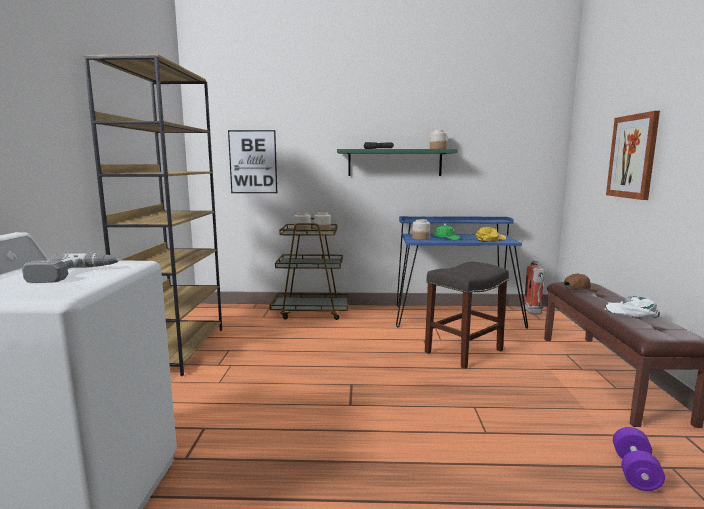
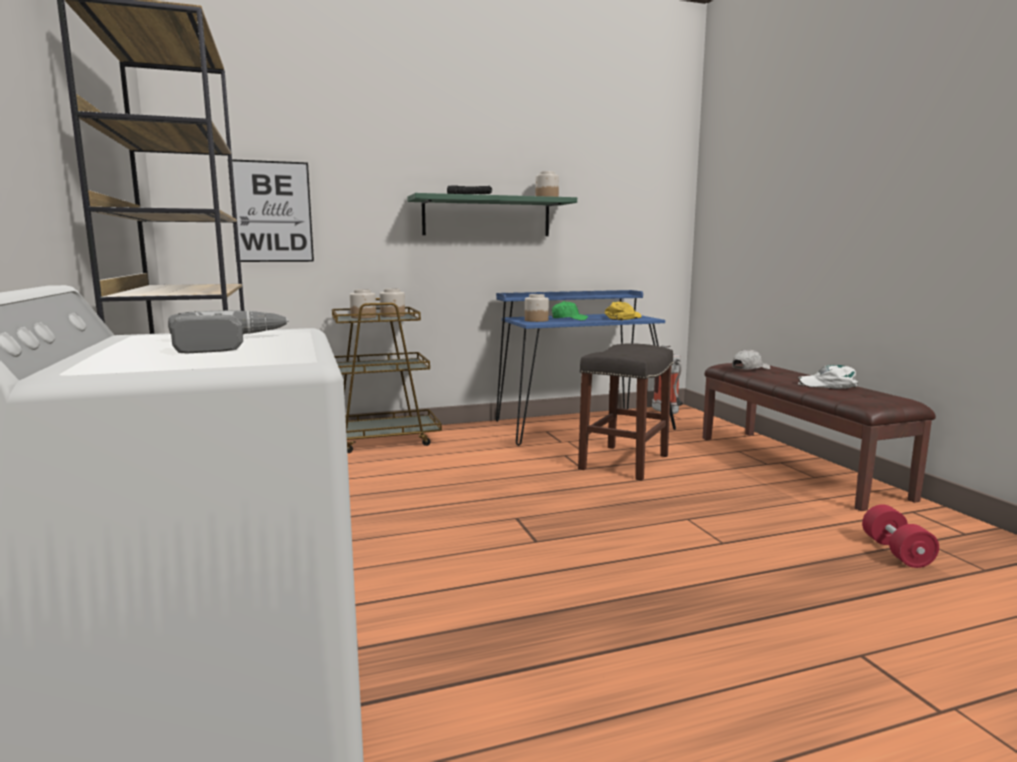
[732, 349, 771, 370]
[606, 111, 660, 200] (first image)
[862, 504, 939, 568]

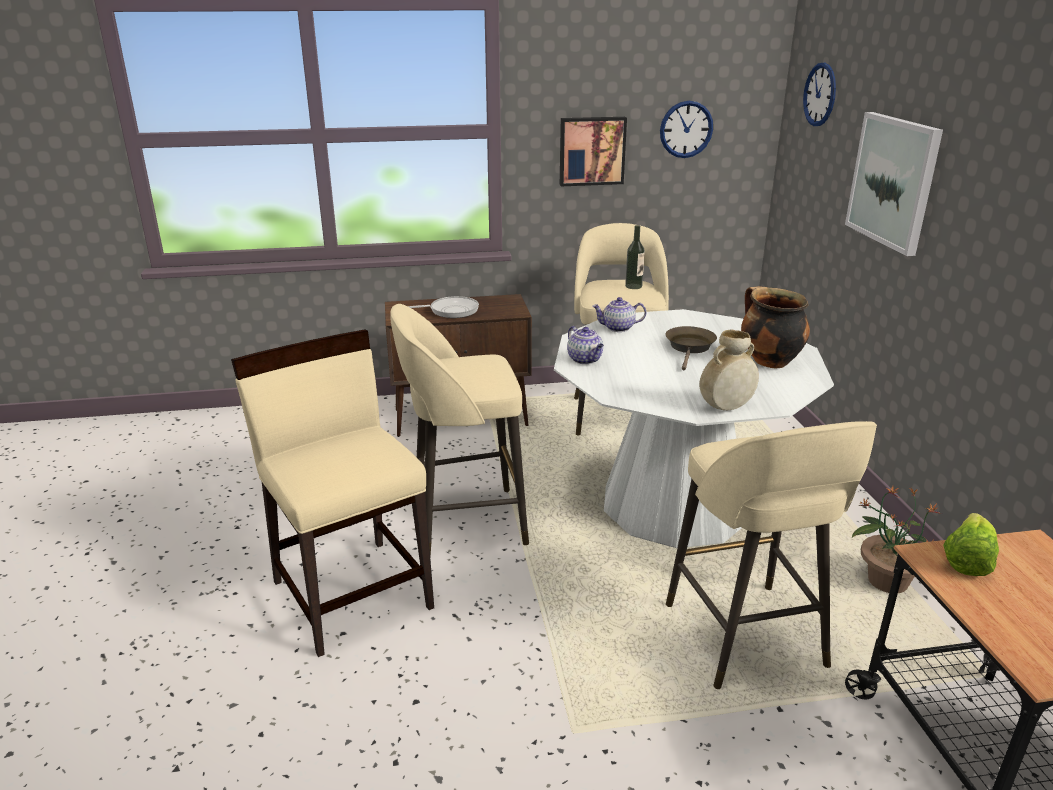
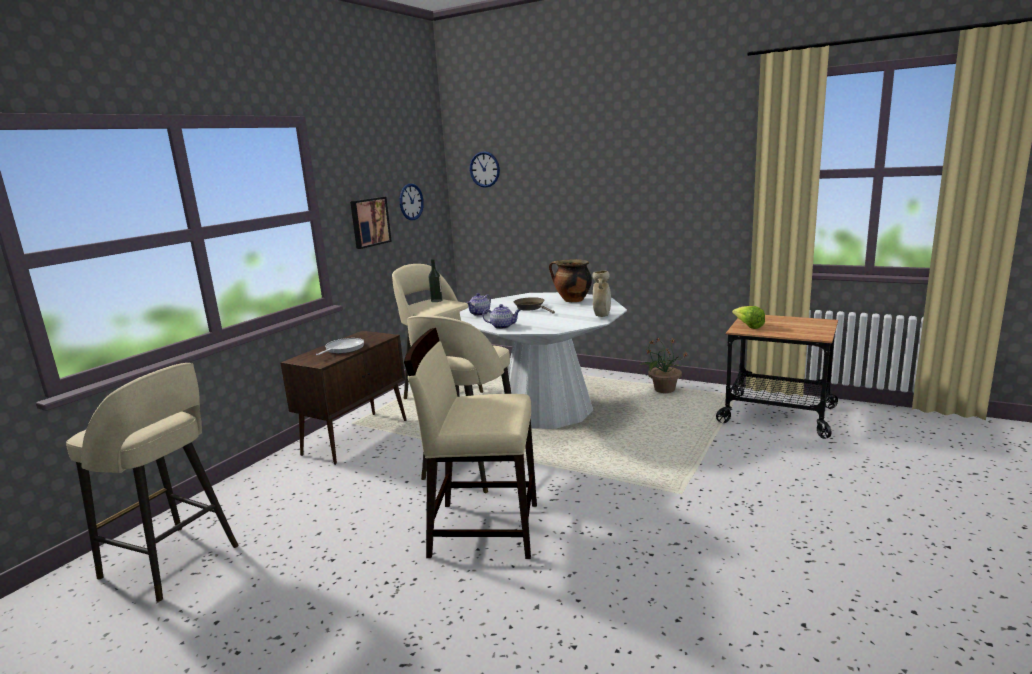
[66, 363, 239, 602]
[845, 112, 943, 256] (first image)

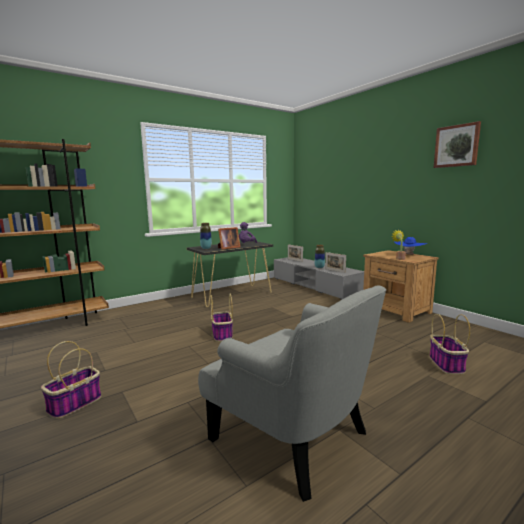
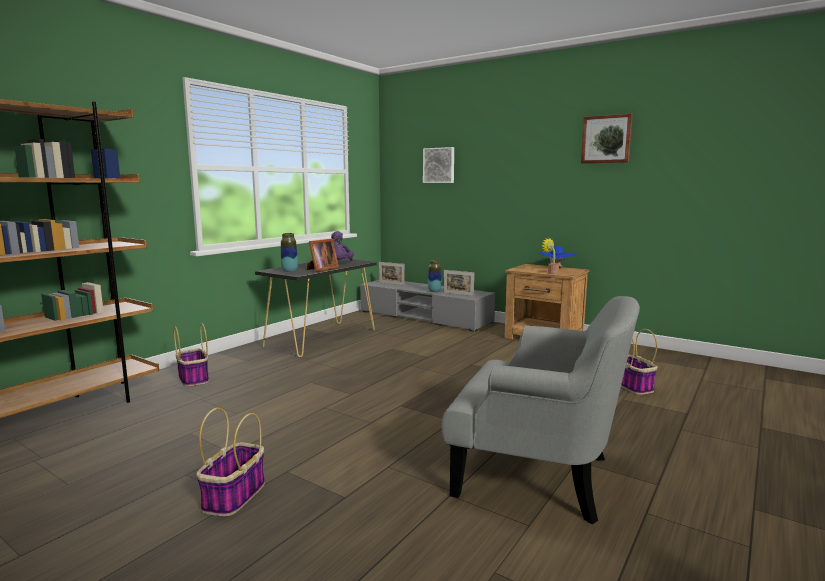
[174, 323, 209, 387]
[423, 147, 454, 183]

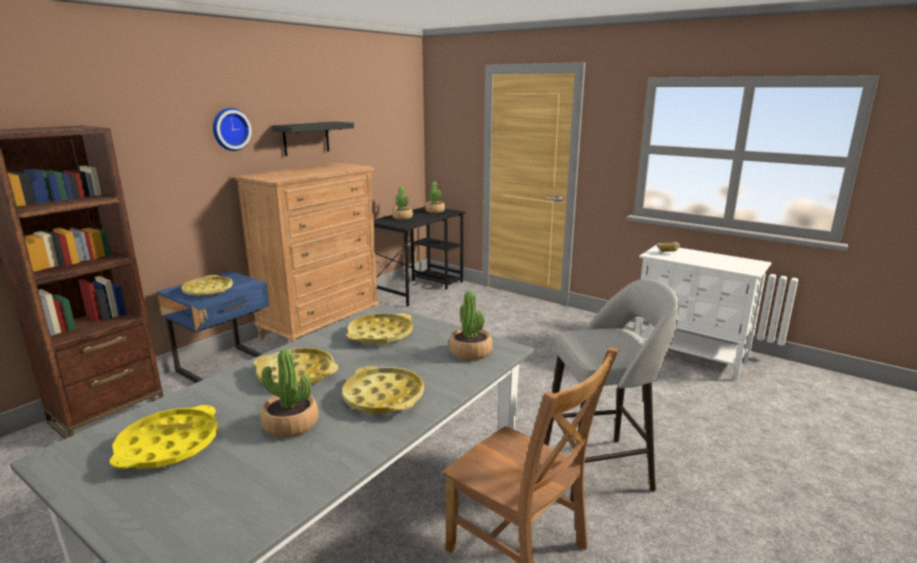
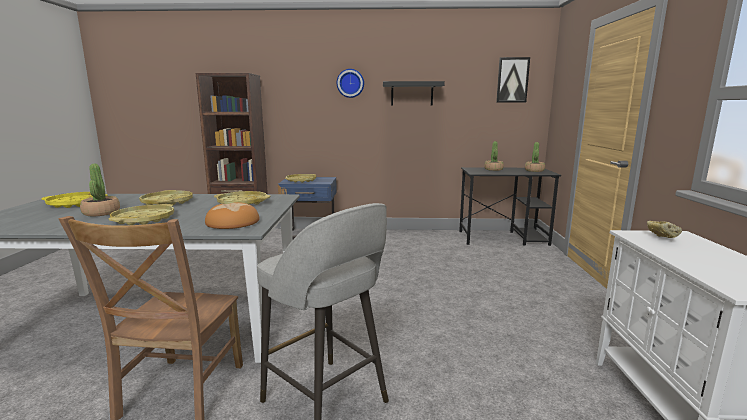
[234, 163, 379, 343] (first image)
[205, 202, 259, 229]
[496, 57, 530, 102]

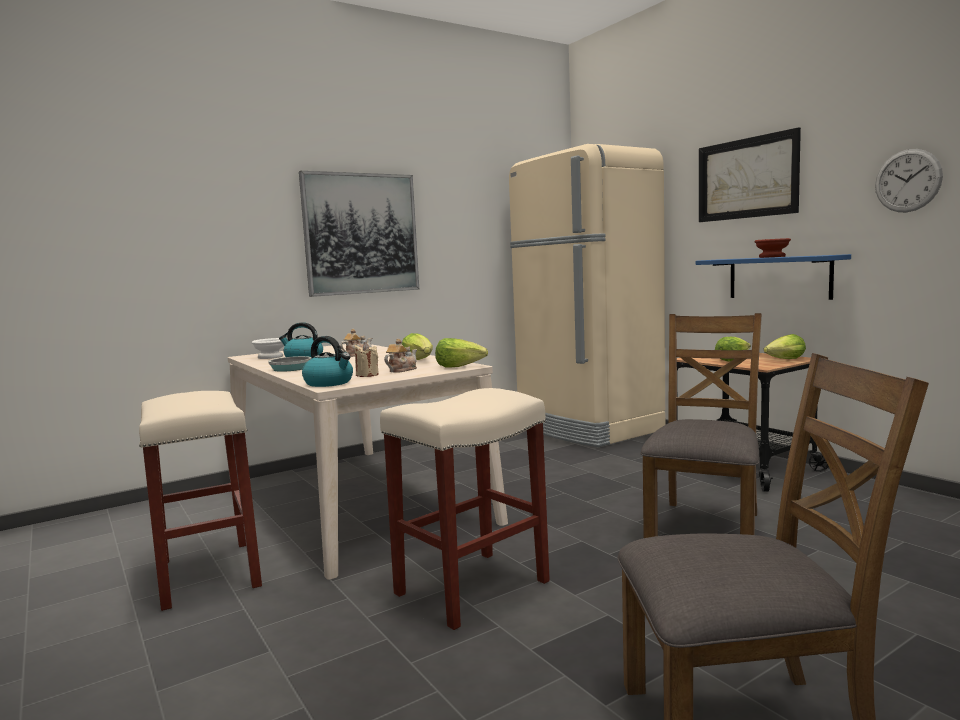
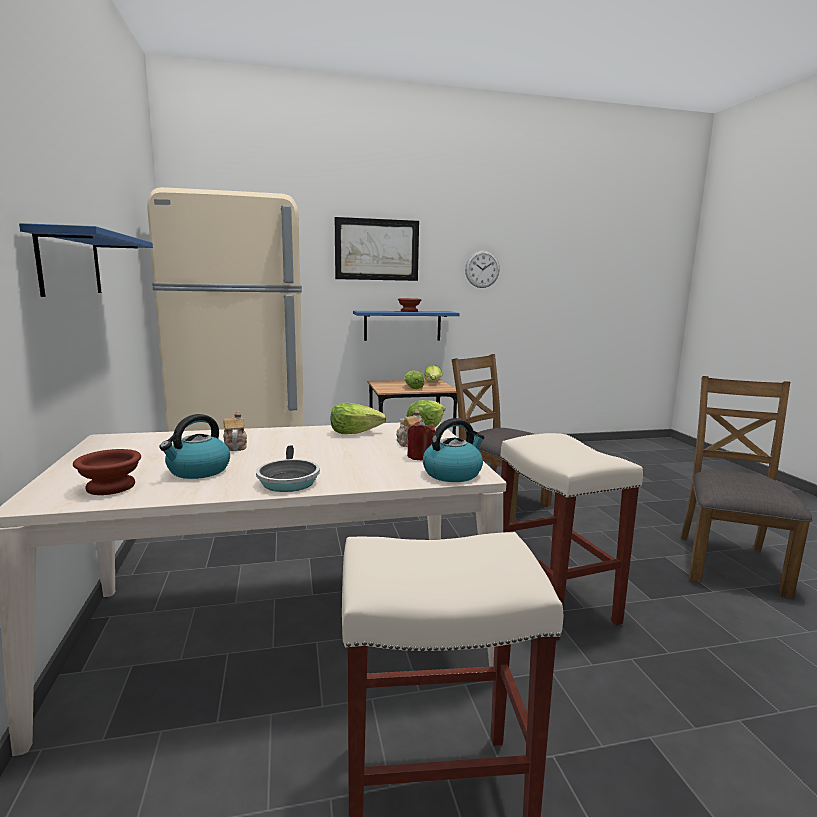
[73, 449, 141, 495]
[19, 223, 153, 297]
[407, 419, 435, 460]

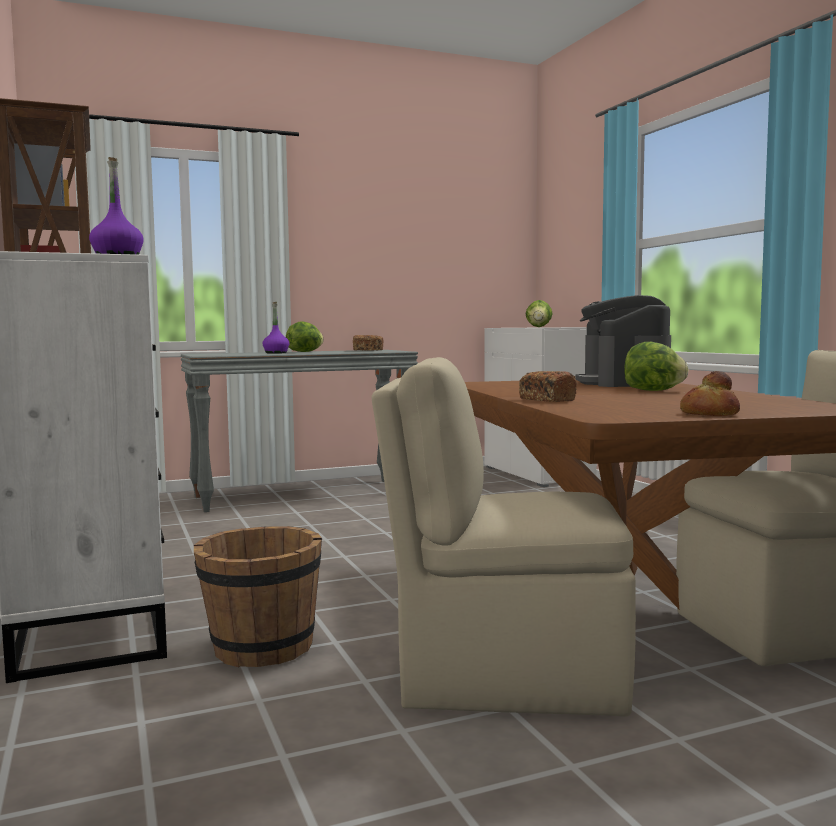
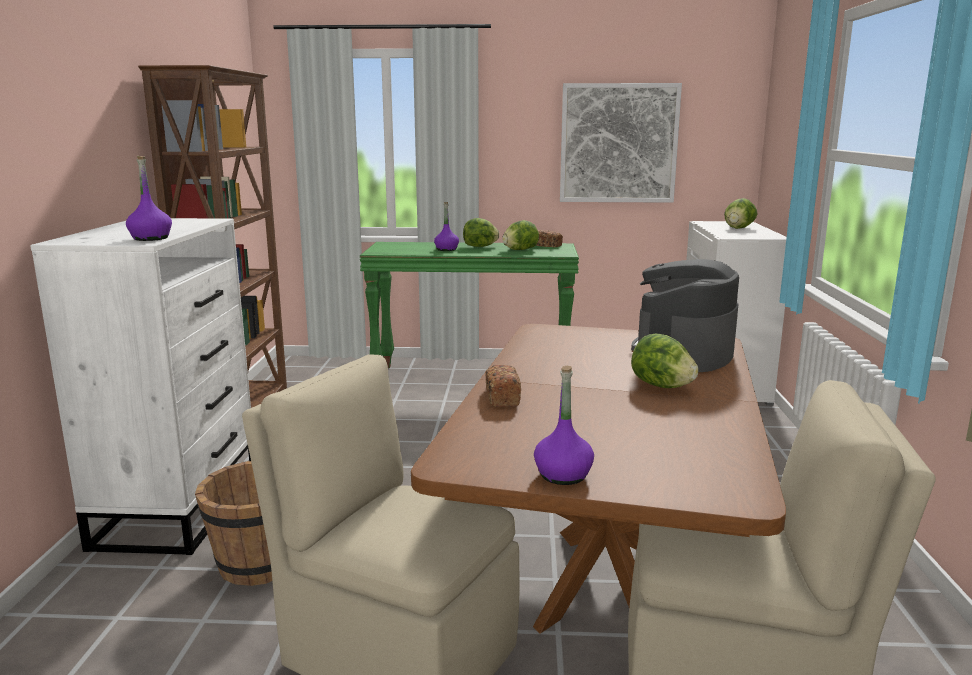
[360, 242, 579, 368]
[534, 366, 594, 485]
[502, 220, 539, 250]
[560, 83, 682, 203]

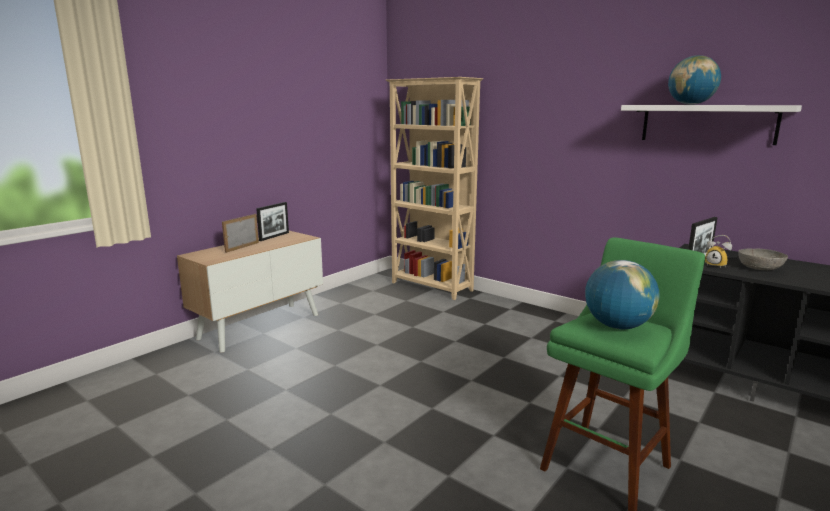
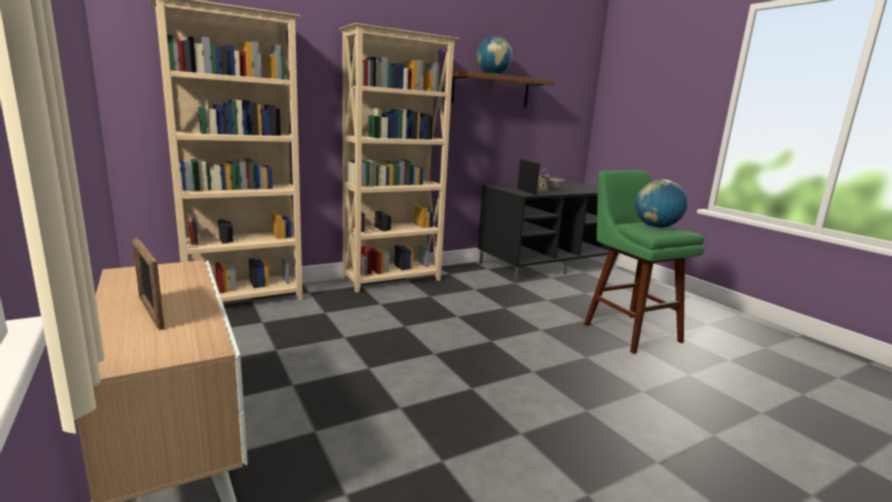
[256, 202, 289, 241] (first image)
[445, 70, 555, 108]
[339, 23, 459, 293]

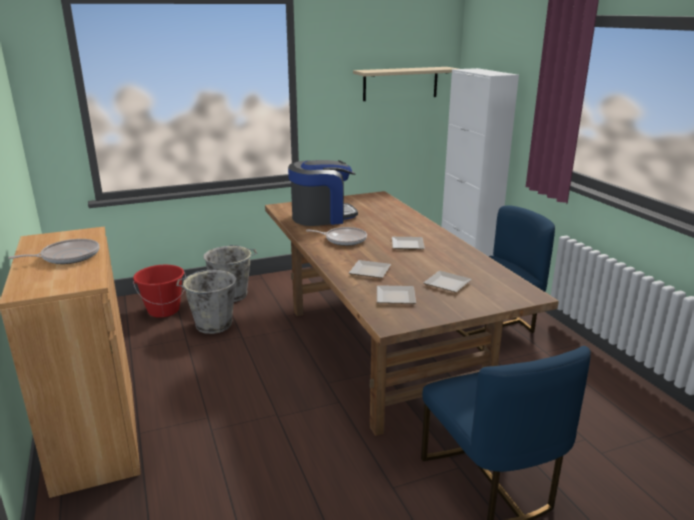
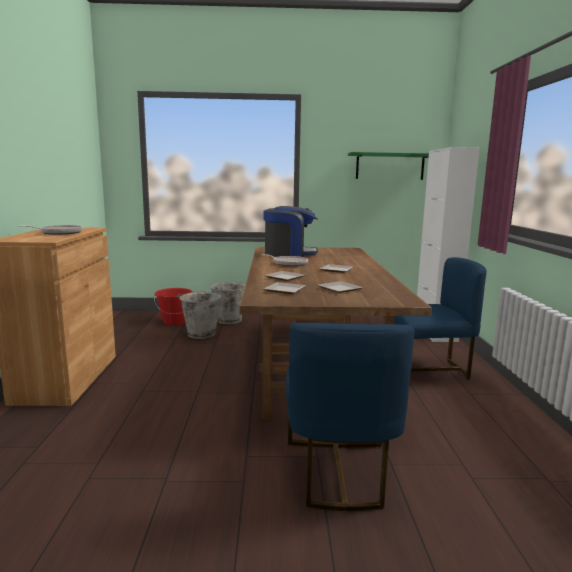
[348, 152, 429, 180]

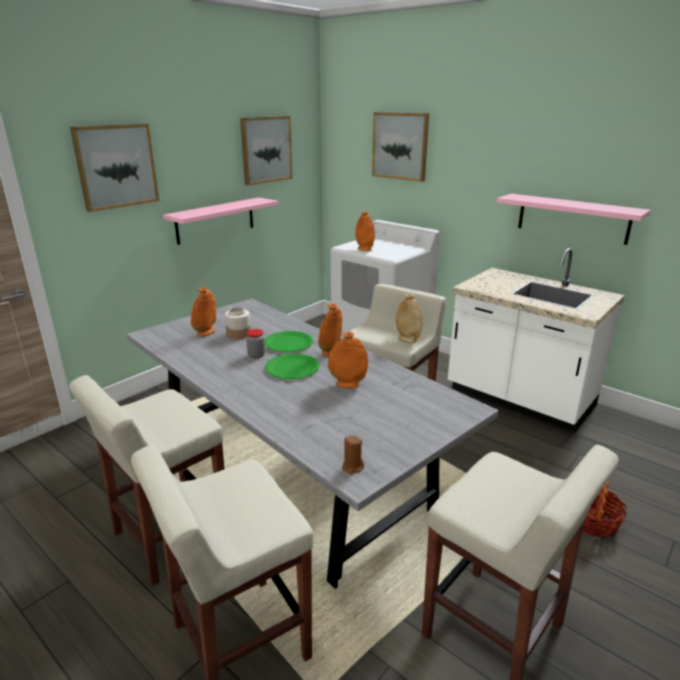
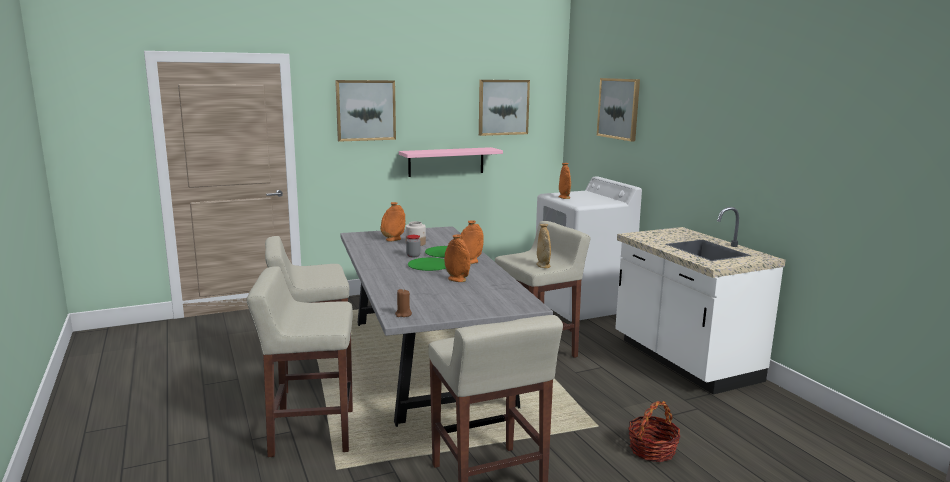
[496, 194, 651, 245] (first image)

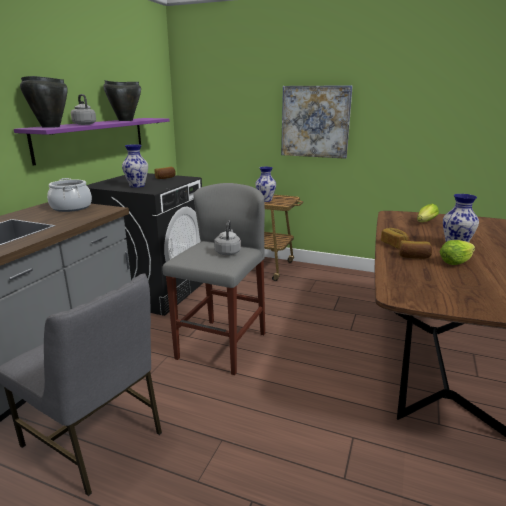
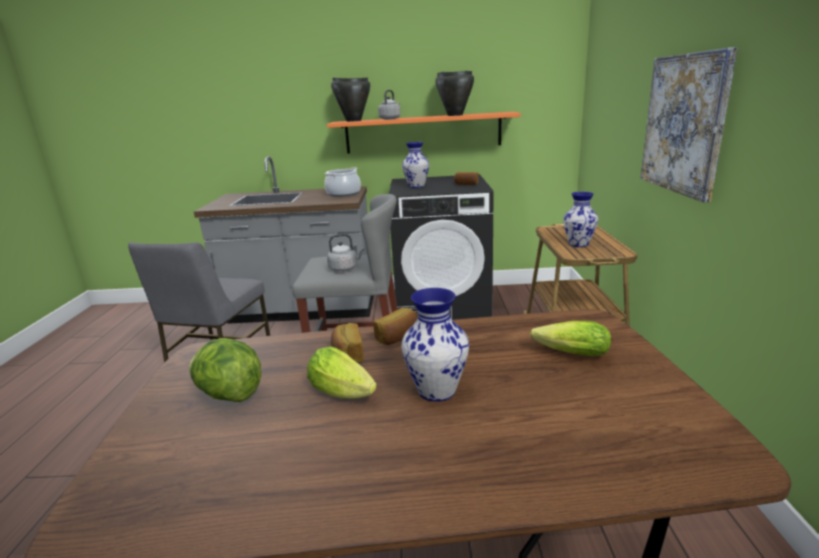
[327, 112, 521, 154]
[189, 338, 261, 402]

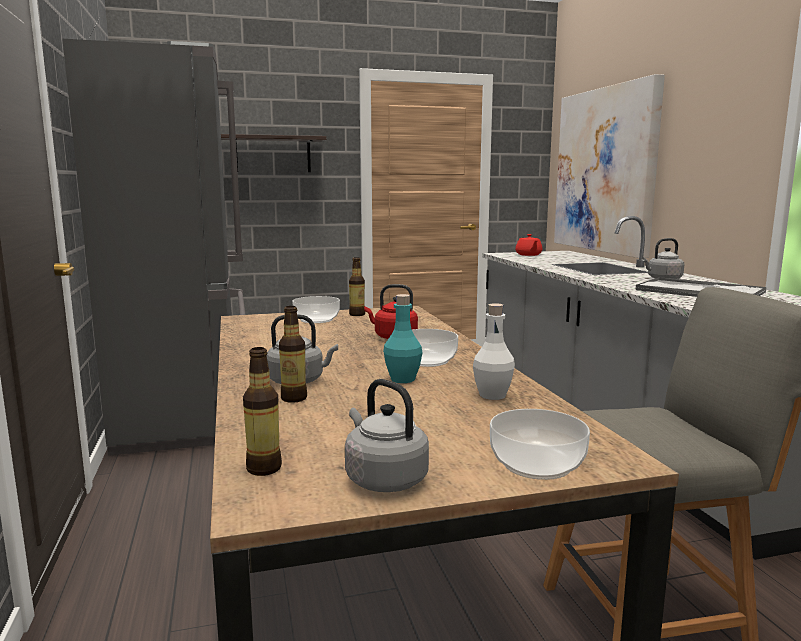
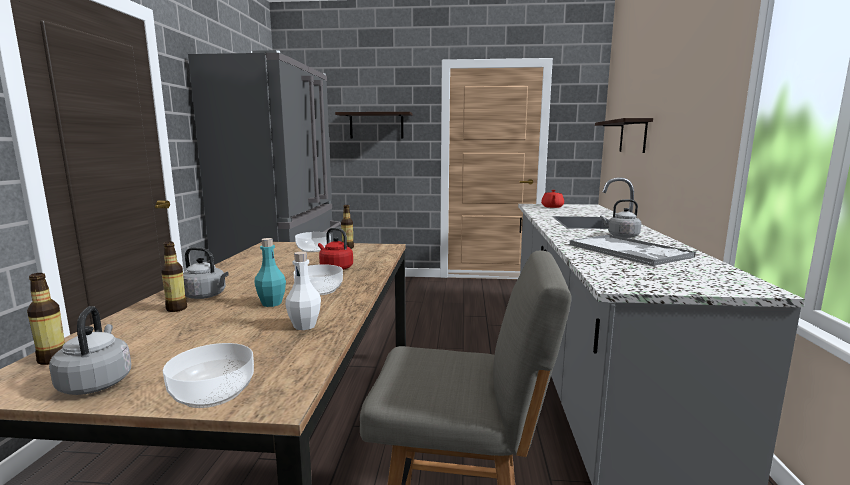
[595, 118, 653, 153]

